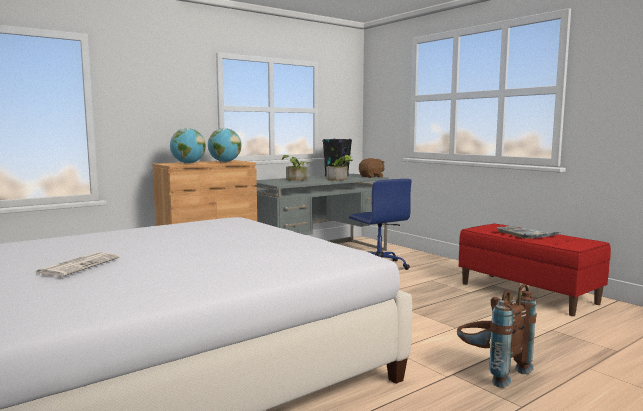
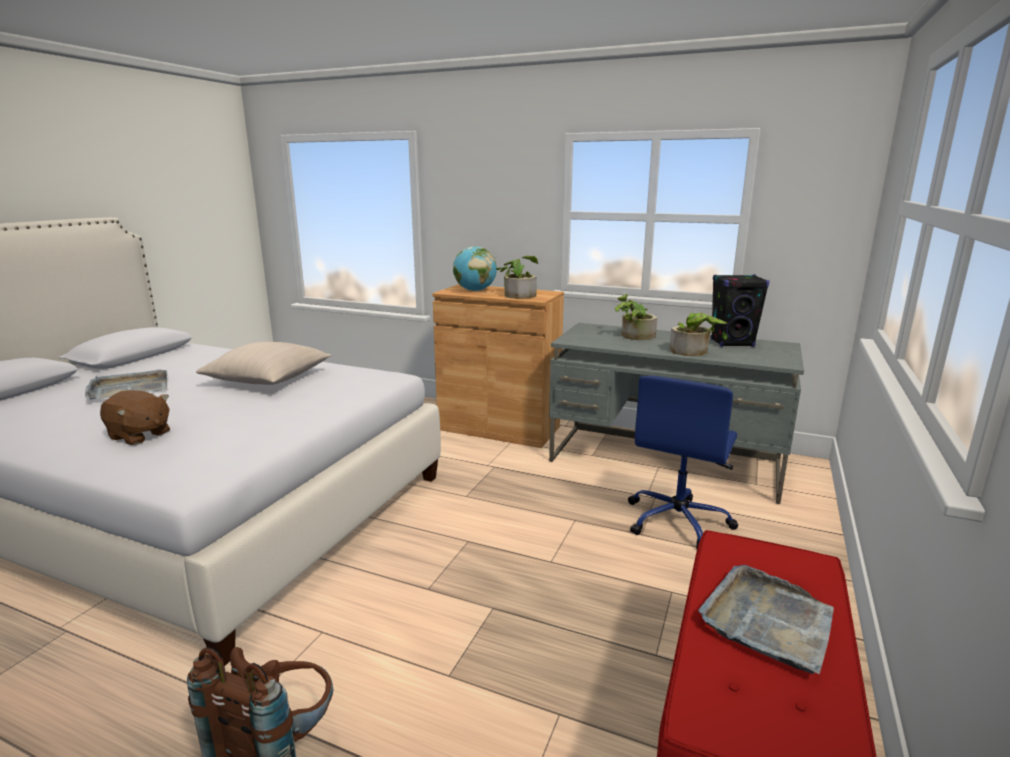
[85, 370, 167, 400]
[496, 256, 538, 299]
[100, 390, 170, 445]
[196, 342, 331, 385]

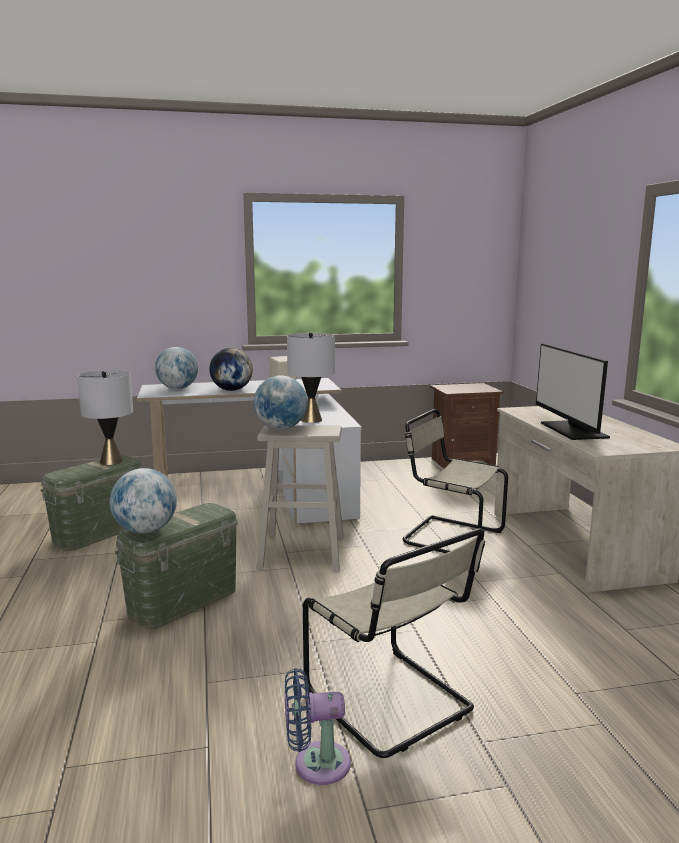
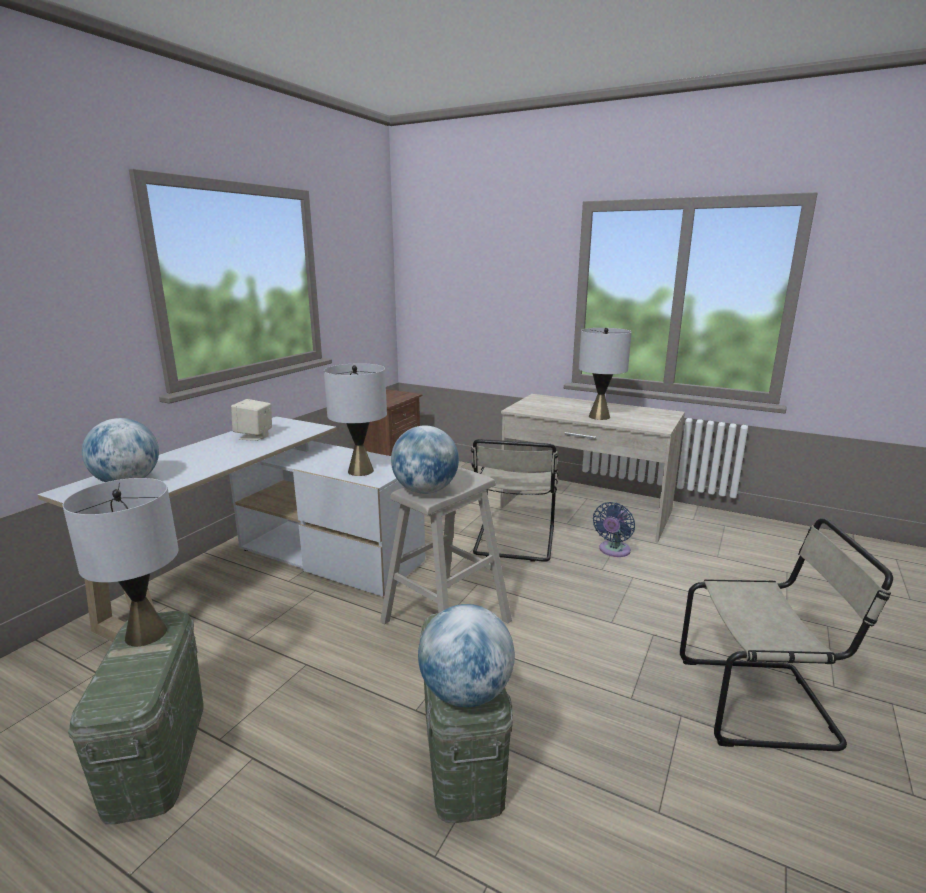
[209, 348, 253, 391] (first image)
[593, 502, 635, 557]
[471, 439, 559, 562]
[579, 328, 632, 420]

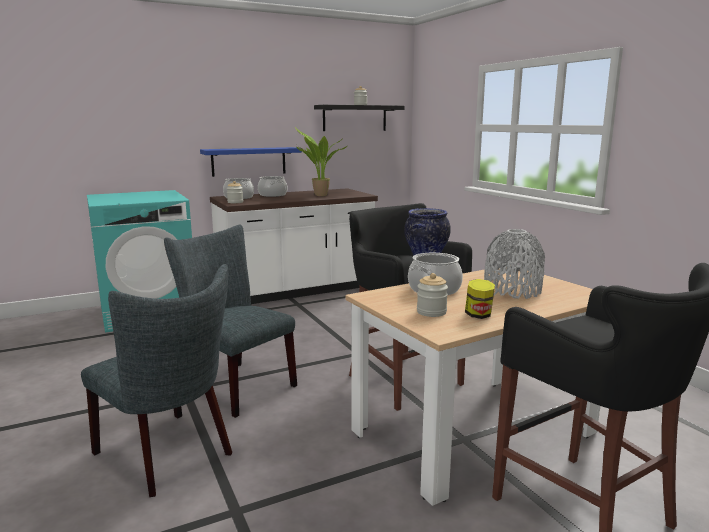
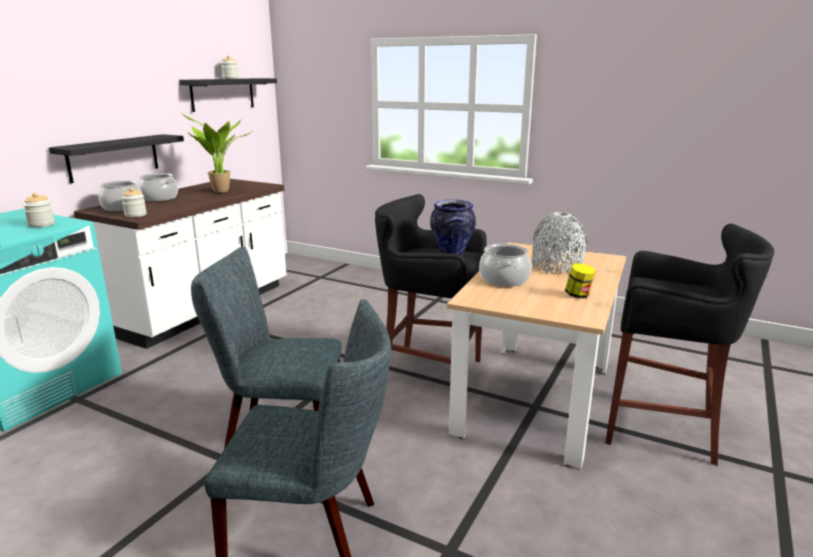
[49, 134, 184, 183]
[23, 193, 55, 227]

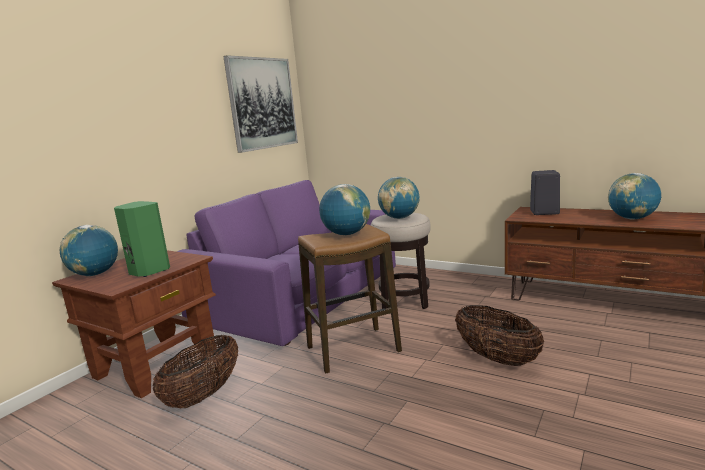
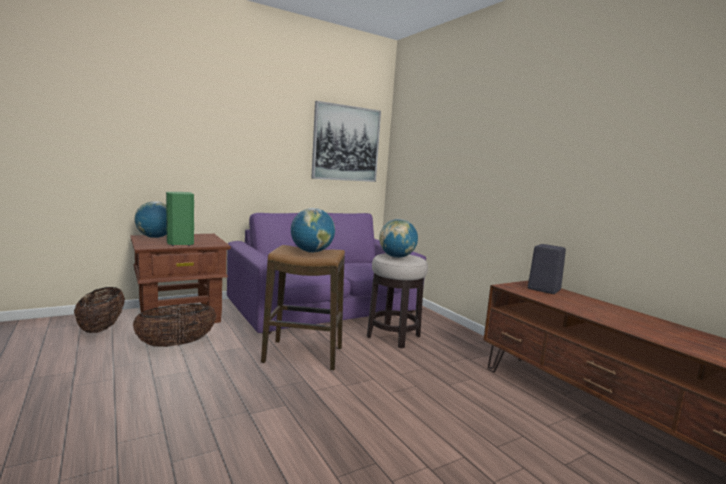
[74, 287, 125, 333]
[608, 173, 661, 220] (first image)

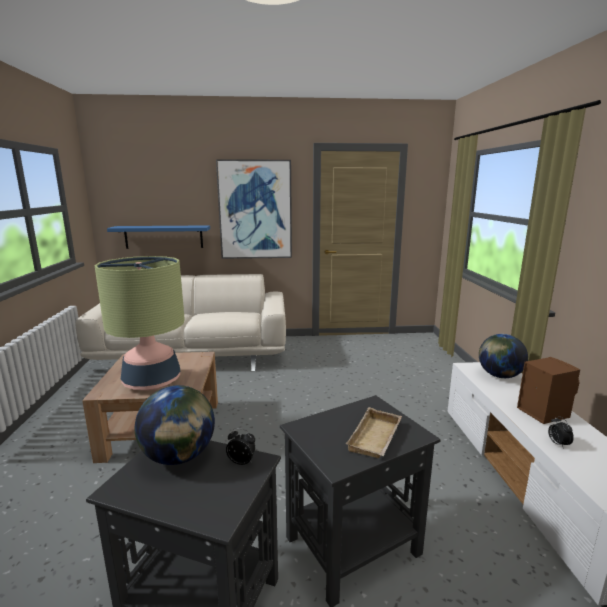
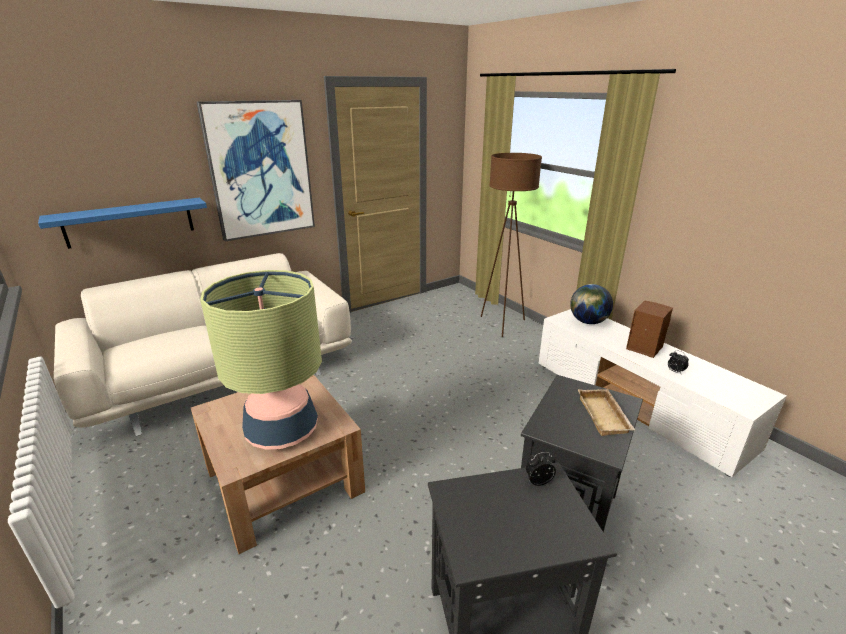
[135, 385, 215, 465] (first image)
[481, 153, 542, 337]

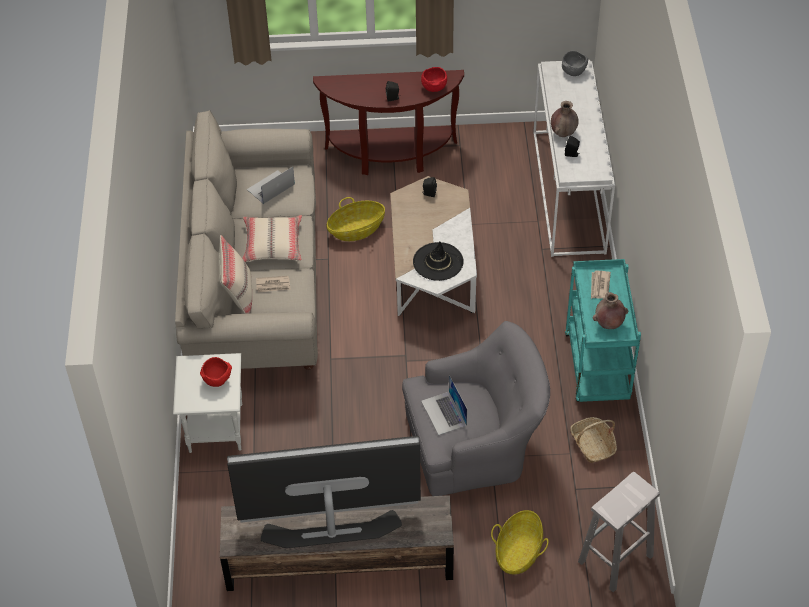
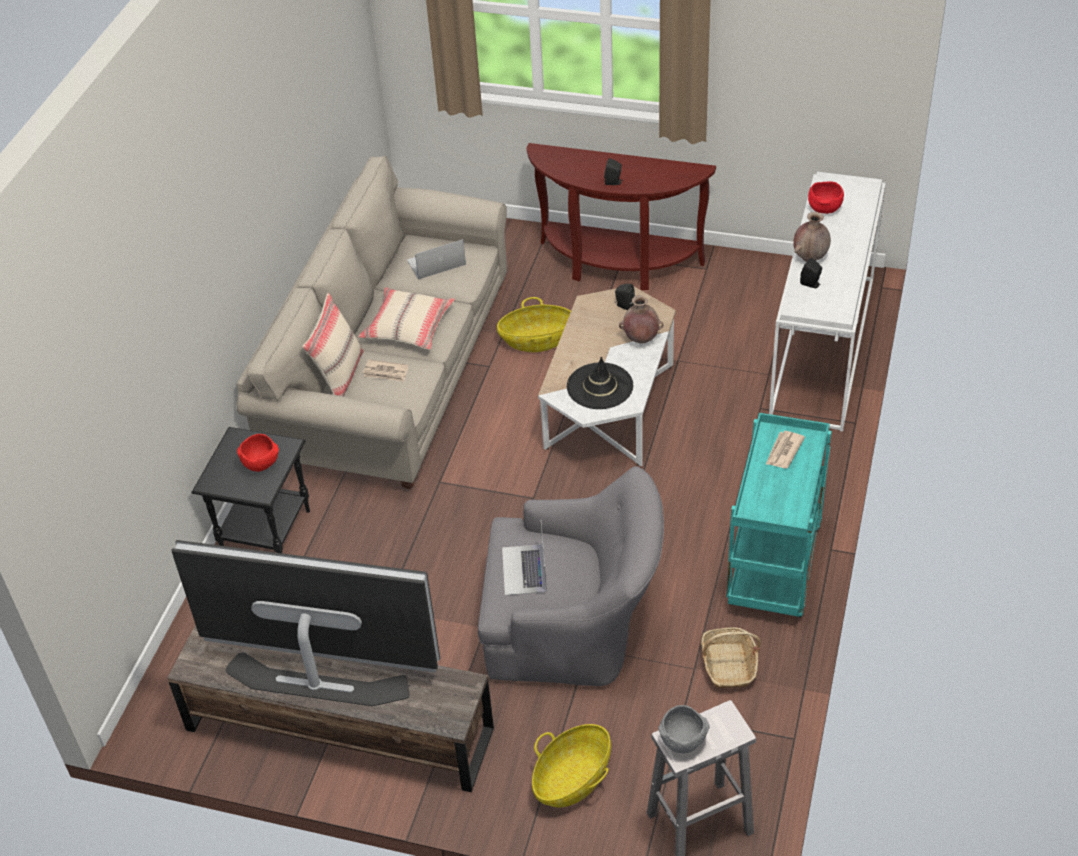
[191, 427, 310, 553]
[808, 181, 844, 214]
[658, 705, 710, 753]
[619, 295, 663, 344]

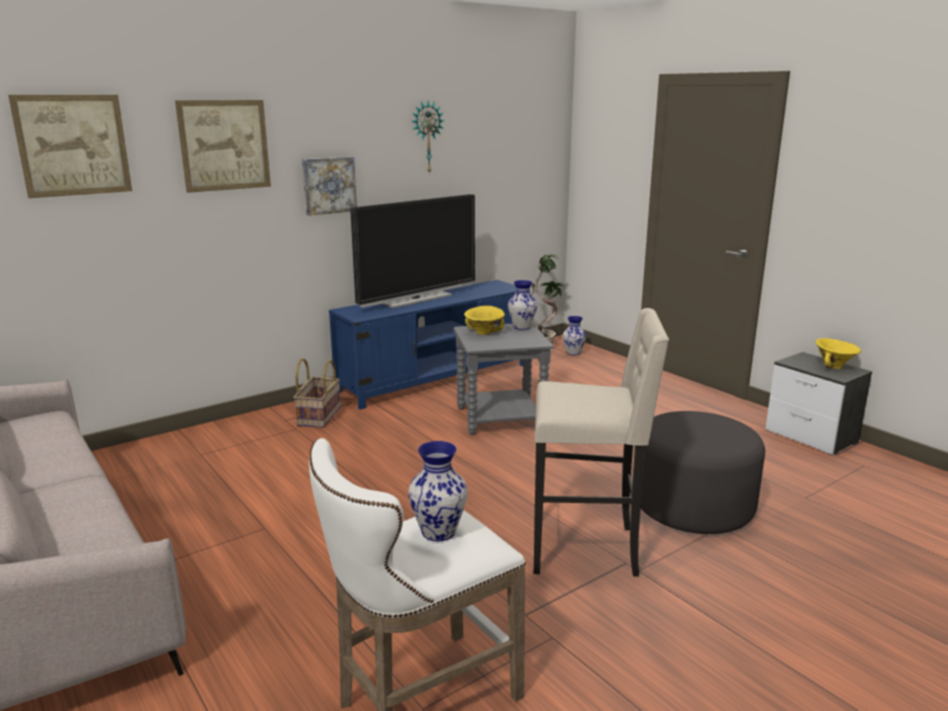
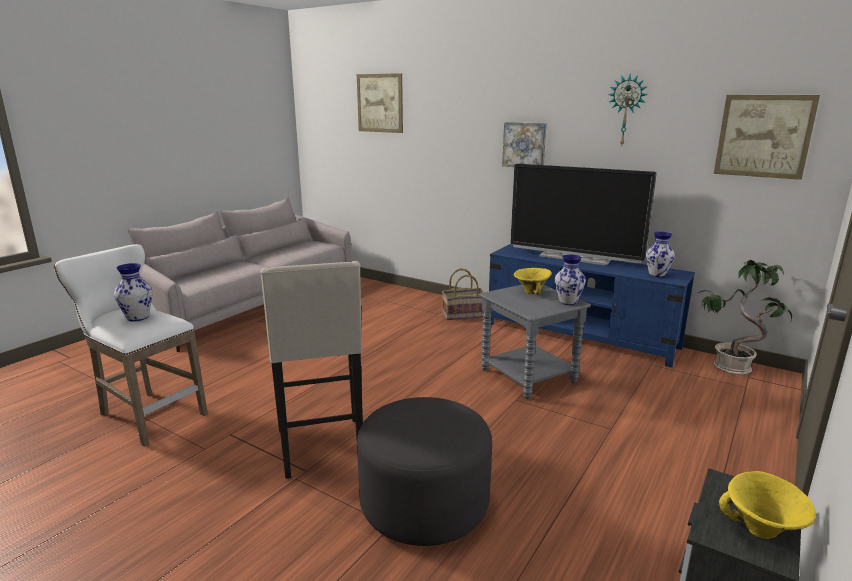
[714, 95, 820, 180]
[646, 232, 675, 277]

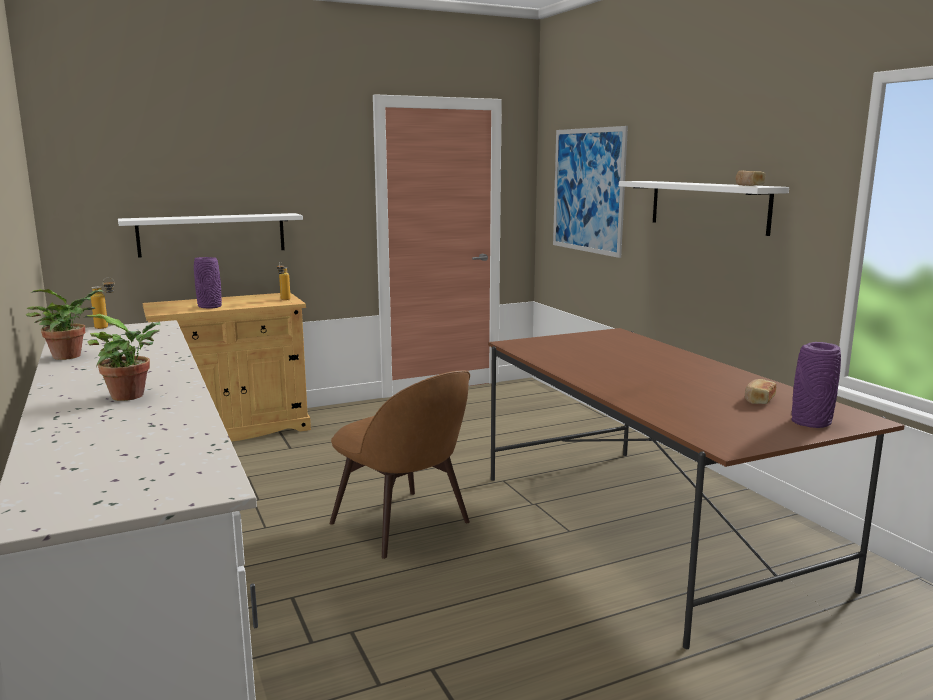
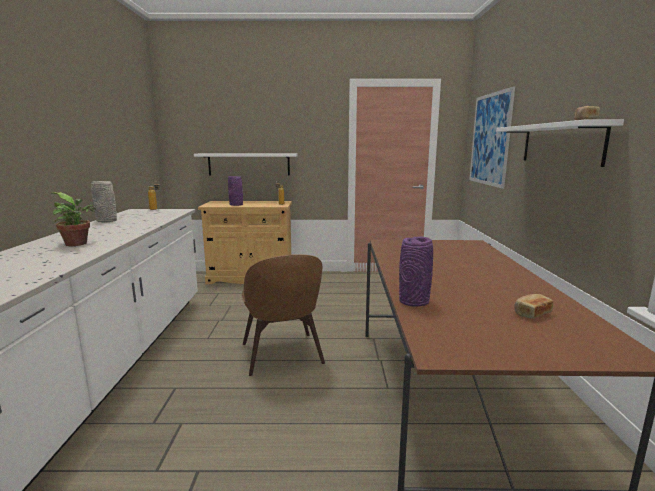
[91, 181, 117, 222]
[399, 237, 433, 306]

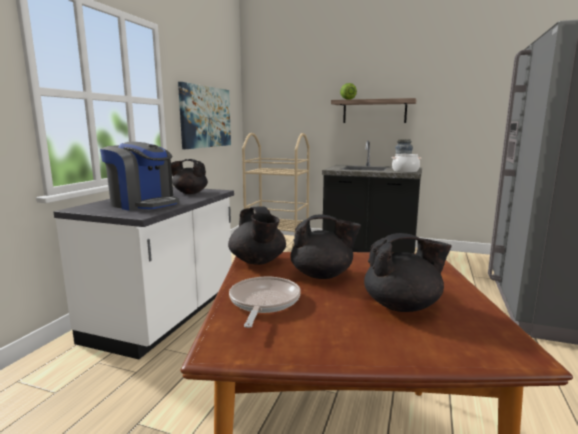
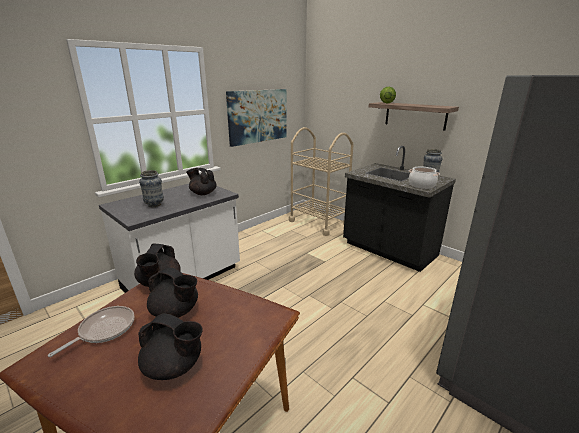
[139, 170, 164, 207]

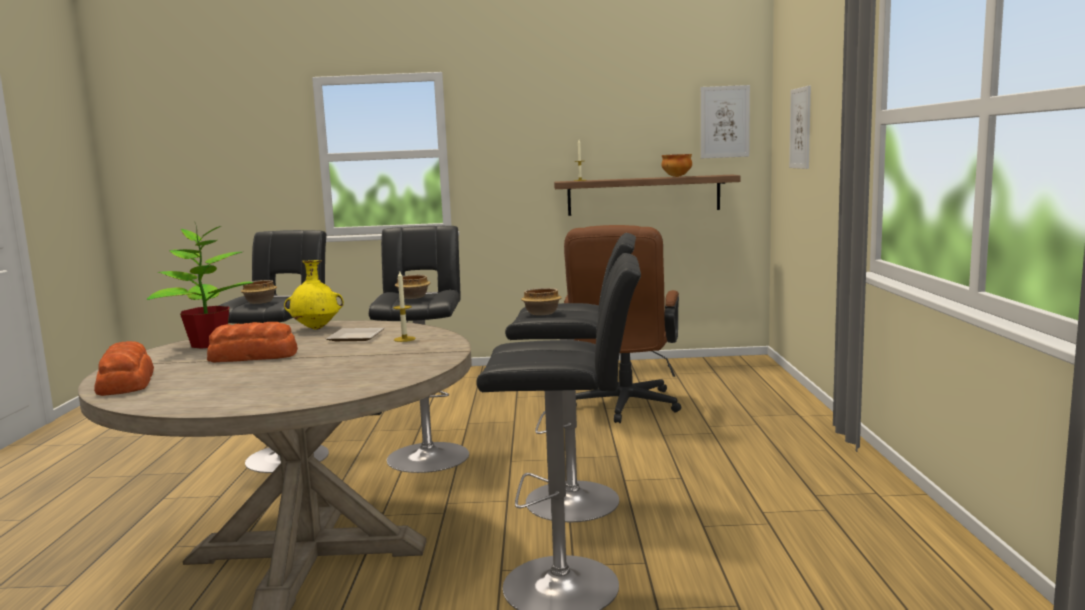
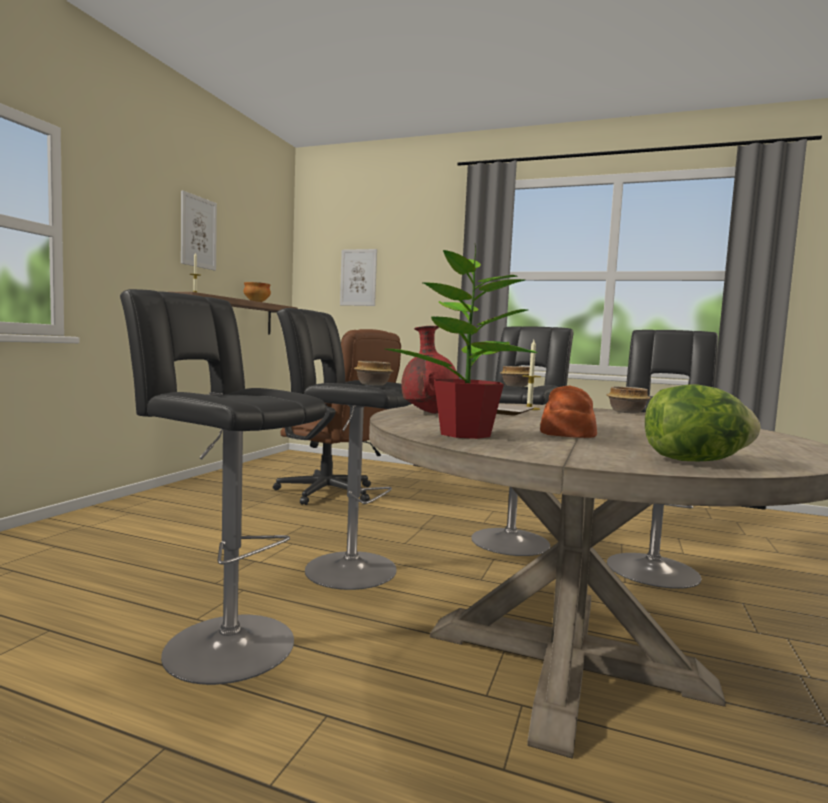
[645, 384, 761, 461]
[607, 386, 651, 413]
[401, 326, 459, 414]
[181, 190, 217, 271]

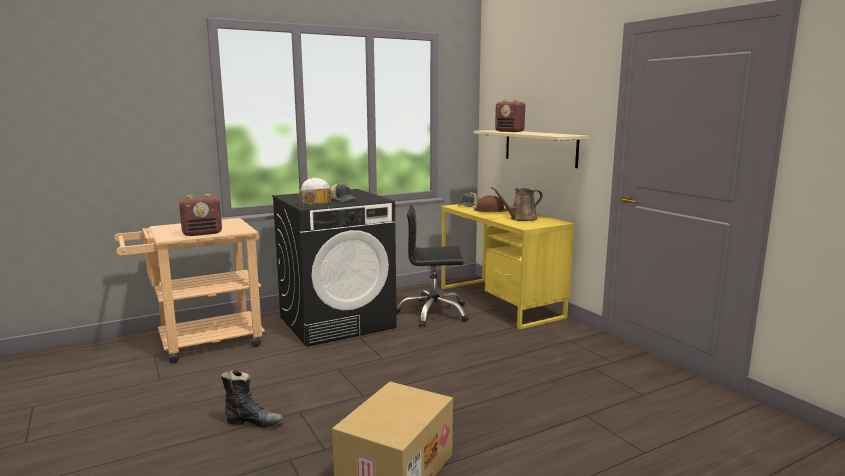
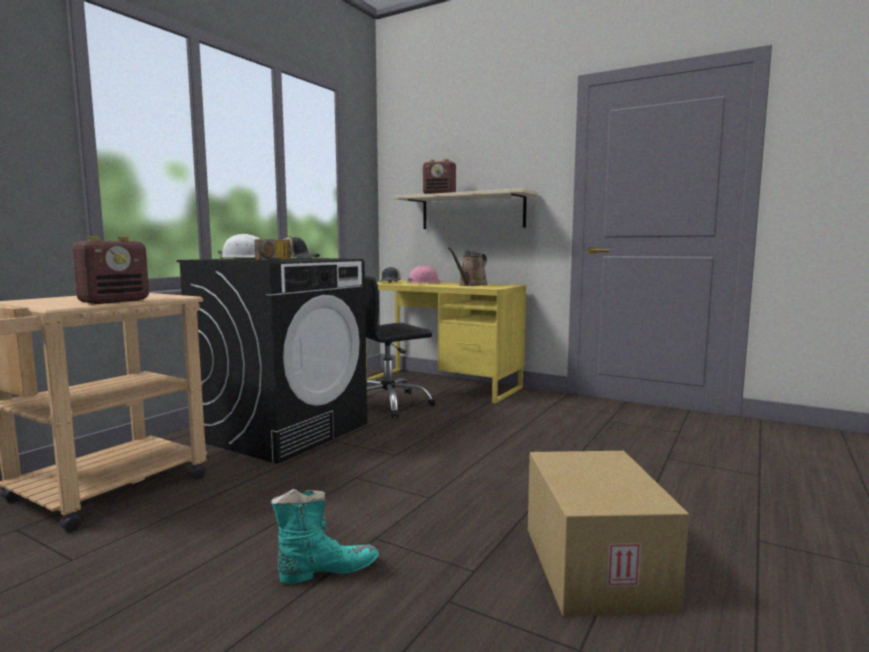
[271, 489, 379, 584]
[407, 266, 443, 283]

